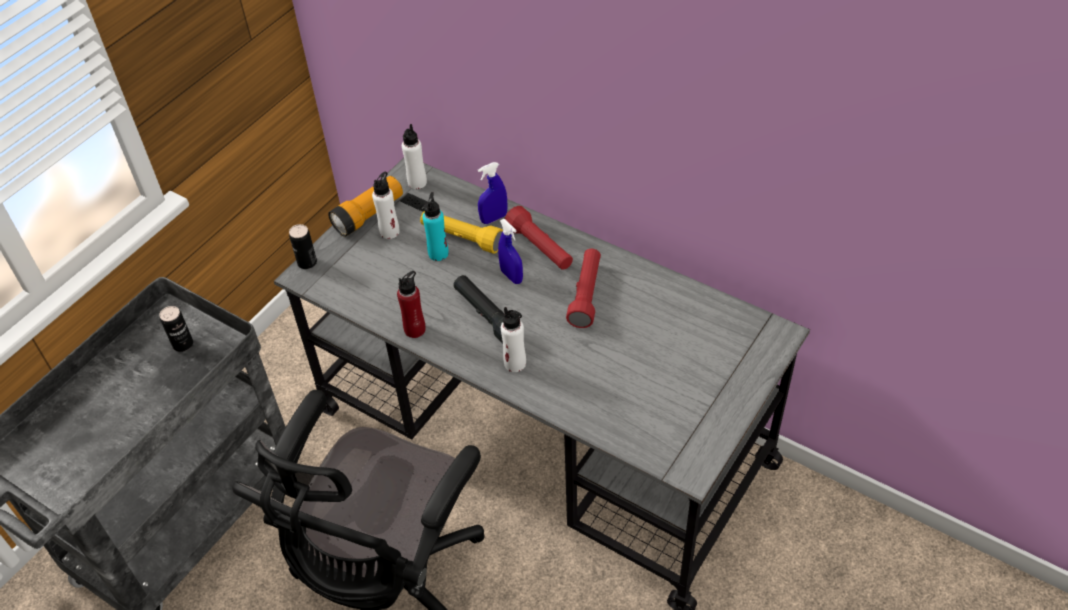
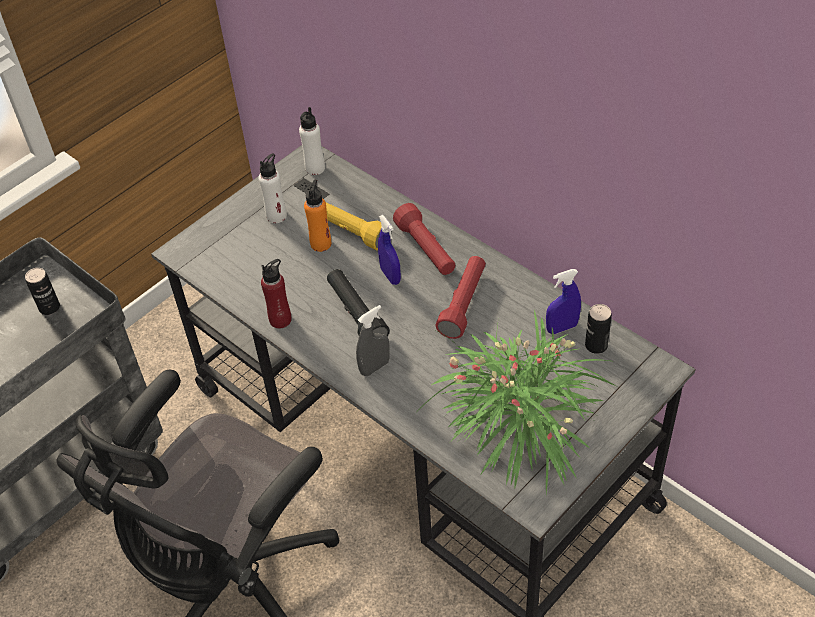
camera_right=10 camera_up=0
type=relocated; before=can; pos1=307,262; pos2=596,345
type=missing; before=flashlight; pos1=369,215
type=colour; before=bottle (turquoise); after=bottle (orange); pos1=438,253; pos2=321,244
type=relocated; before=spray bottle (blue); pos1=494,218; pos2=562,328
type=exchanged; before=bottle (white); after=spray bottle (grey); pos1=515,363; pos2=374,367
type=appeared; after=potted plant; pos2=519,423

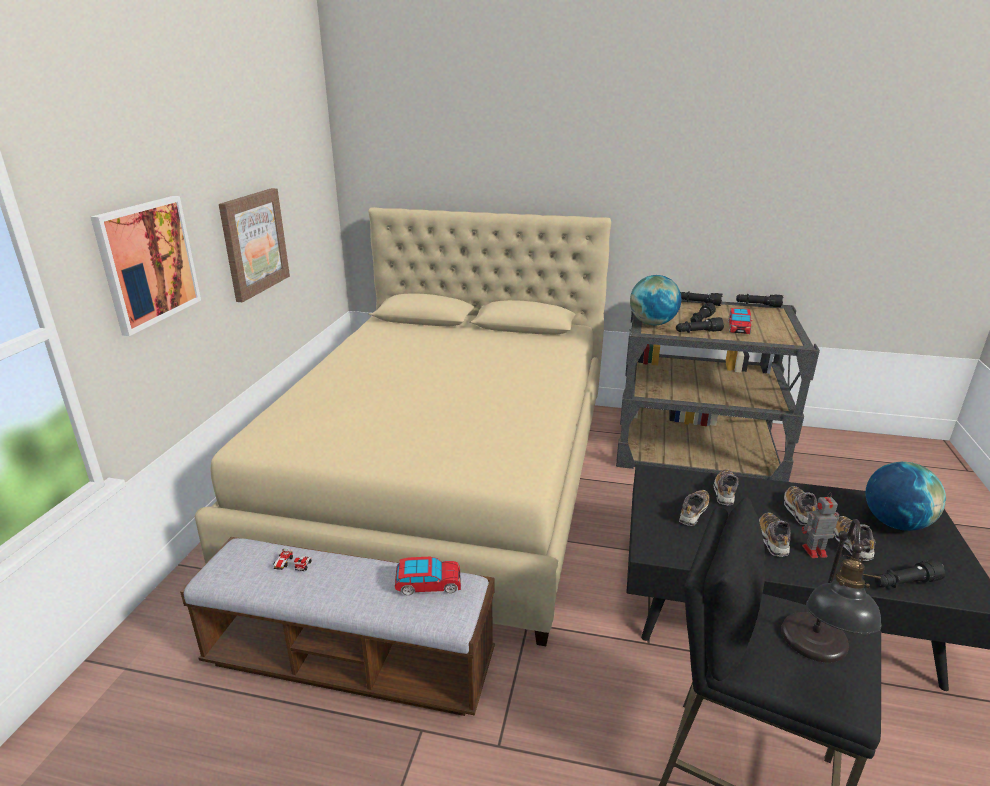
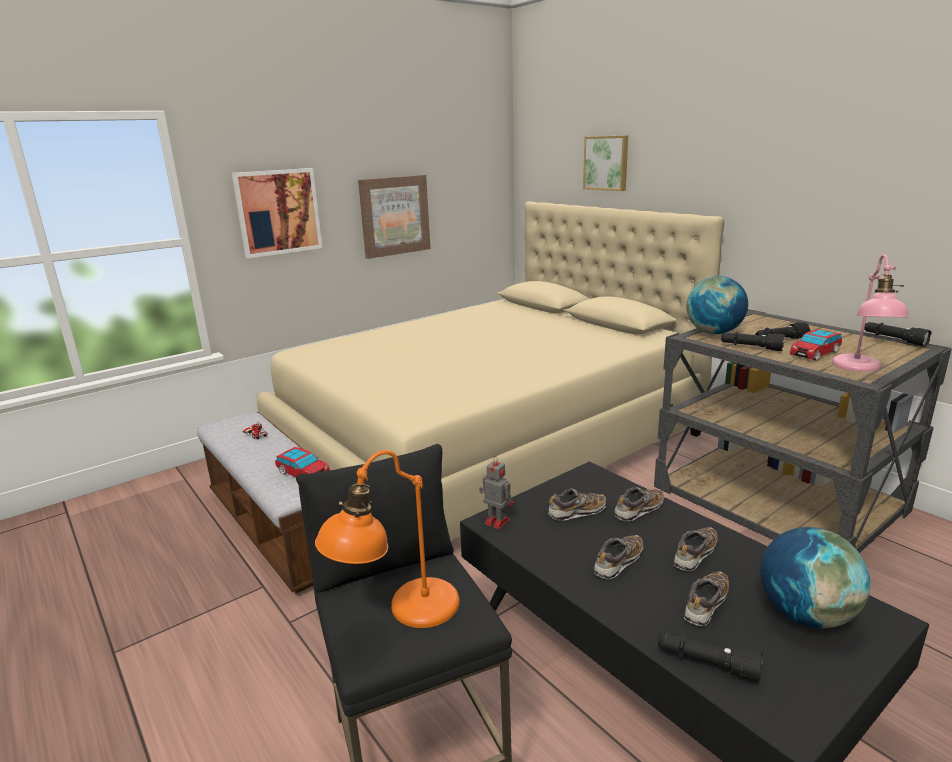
camera_right=40 camera_up=-5
type=missing; before=flashlight (black); pos1=698,303
type=colour; before=table lamp (grey); after=table lamp (orange); pos1=818,659; pos2=398,616
type=relocated; before=toy robot; pos1=813,551; pos2=496,521
type=appeared; after=picture; pos2=606,163
type=appeared; after=table lamp (pink); pos2=862,371

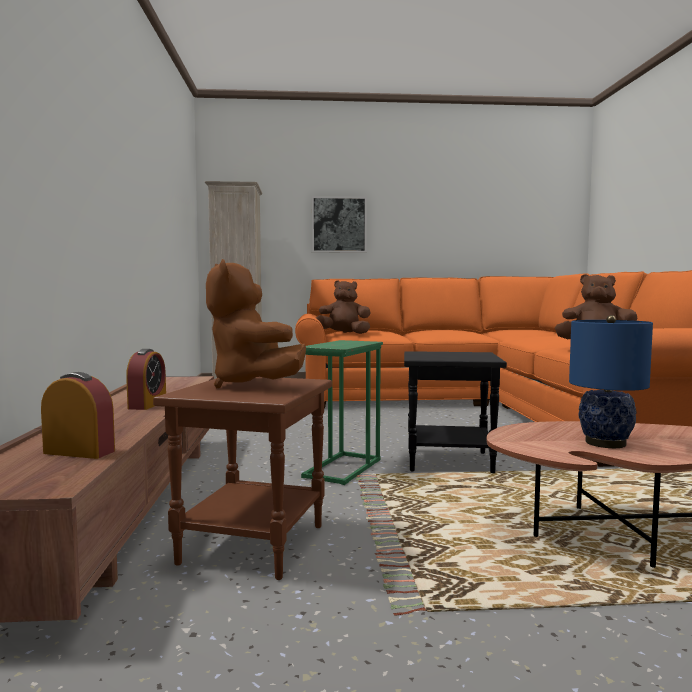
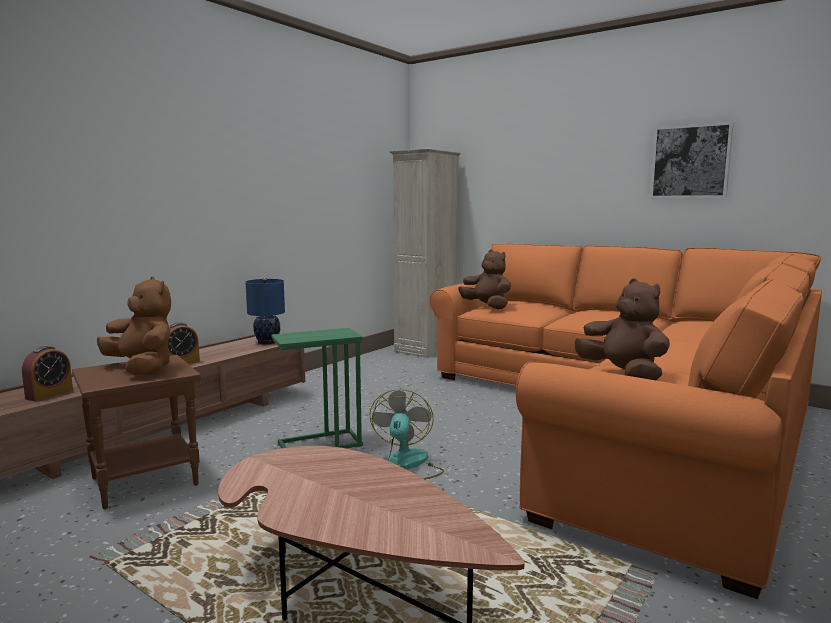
camera_right=40 camera_up=5
type=spun; before=alarm clock; pos1=79,452; pos2=49,394; turn=60
type=spun; before=plush toy (brown); pos1=252,385; pos2=142,369; turn=120
type=relocated; before=picture; pos1=339,224; pos2=690,161
type=exchanged; before=side table (black); after=fan; pos1=448,462; pos2=406,465
type=relocated; before=table lamp (blue); pos1=606,443; pos2=267,342

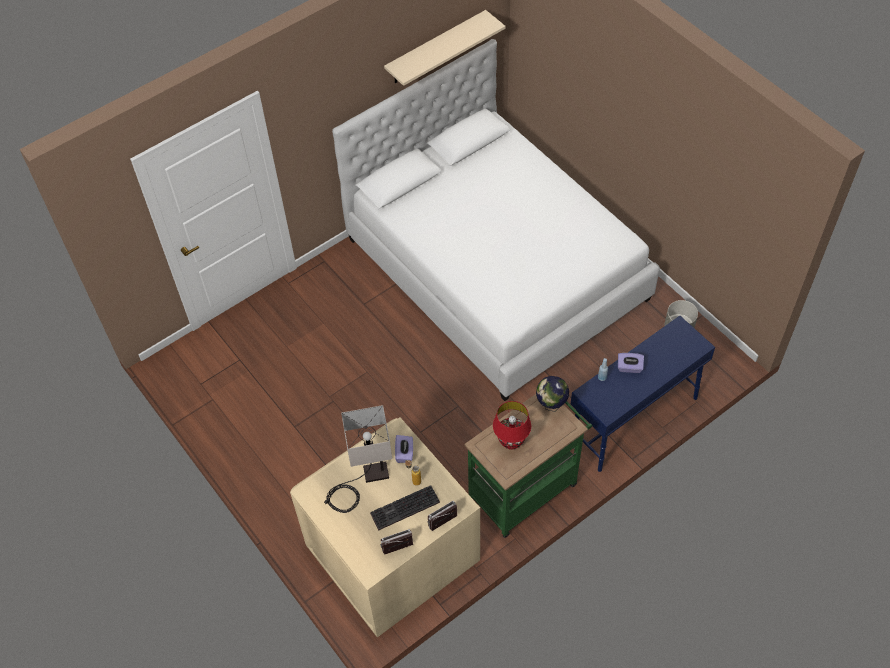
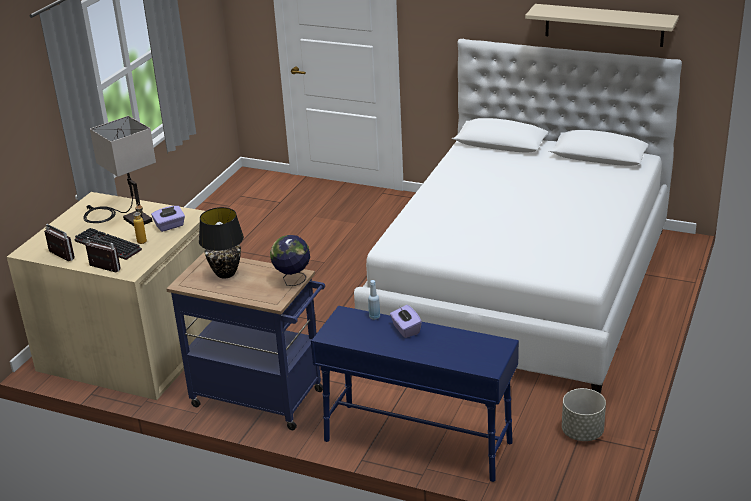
camera_right=60 camera_up=-25
type=colour; before=cart (green); after=cart (blue); pos1=525,490; pos2=261,399
type=colour; before=table lamp (red); after=table lamp (black); pos1=511,442; pos2=226,274

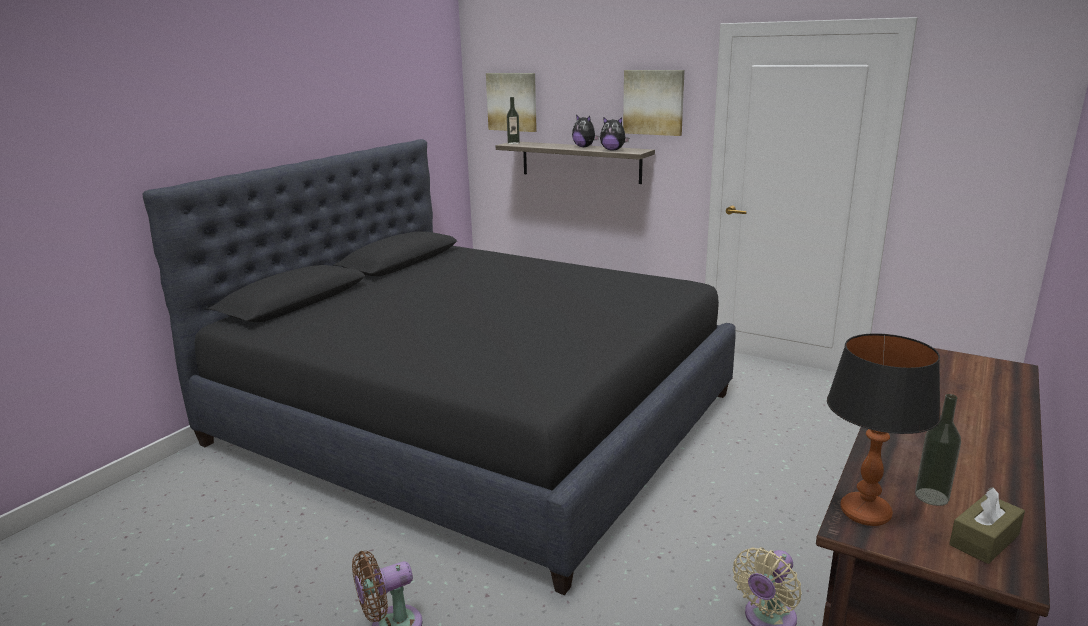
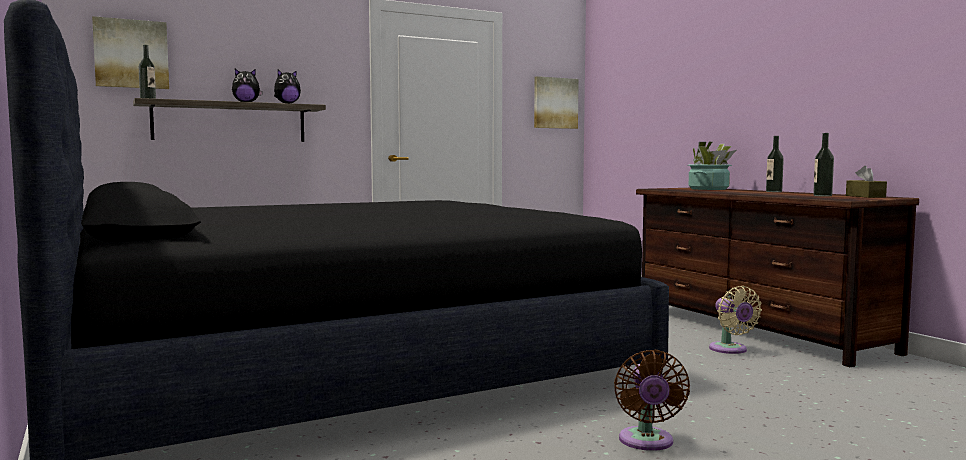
camera_right=-60 camera_up=-15
type=relocated; before=picture; pos1=653,102; pos2=555,103
type=missing; before=table lamp; pos1=866,513
type=appeared; after=potted plant; pos2=708,189
type=appeared; after=bottle; pos2=774,191

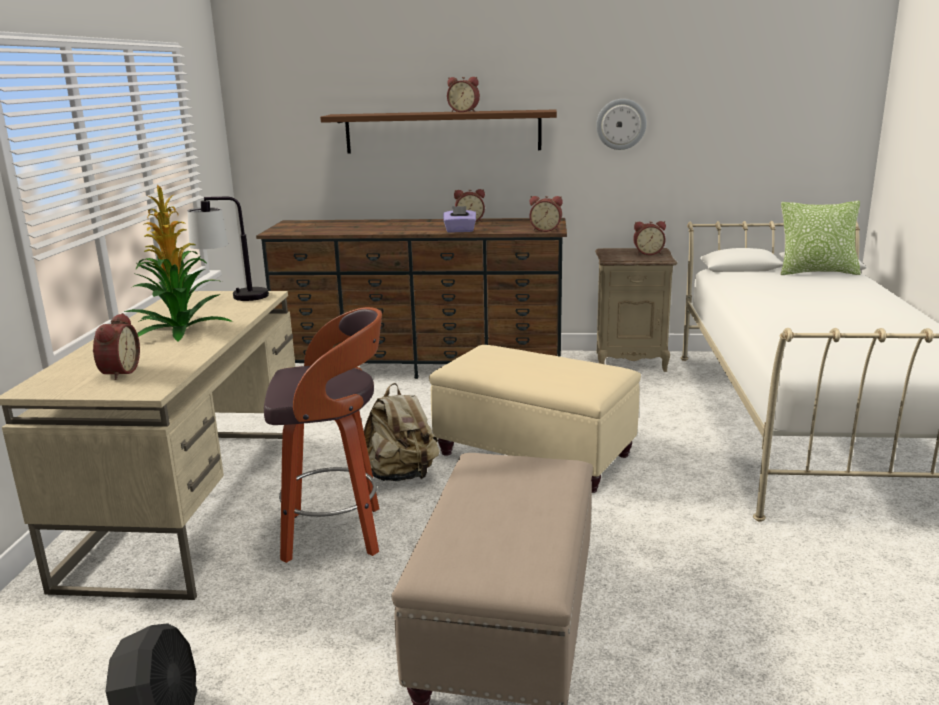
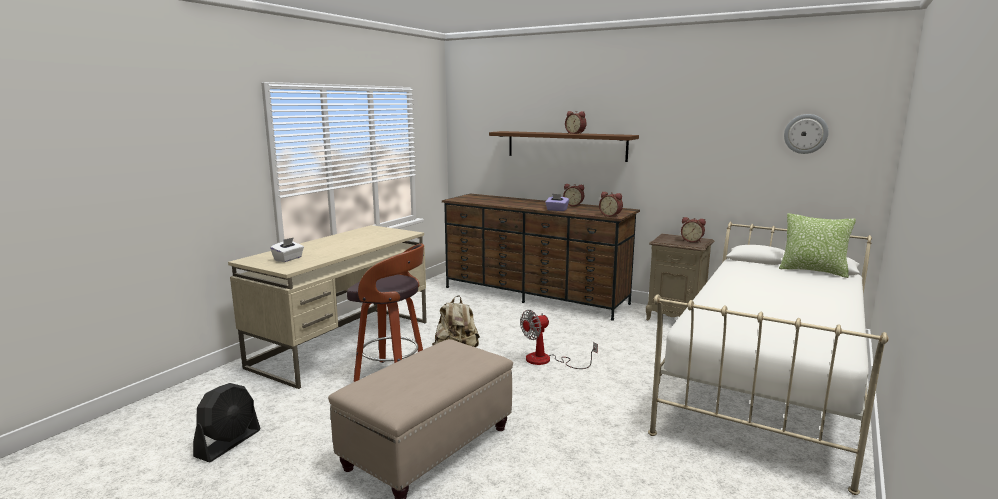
camera_right=25 camera_up=-5
type=exchanged; before=alarm clock; after=tissue box (white); pos1=118,372; pos2=288,259
type=missing; before=potted plant; pos1=179,329
type=missing; before=table lamp; pos1=234,299
type=exchanged; before=ottoman (beige); after=fan; pos1=535,454; pos2=547,360
type=relocated; before=wall clock; pos1=621,124; pos2=805,134

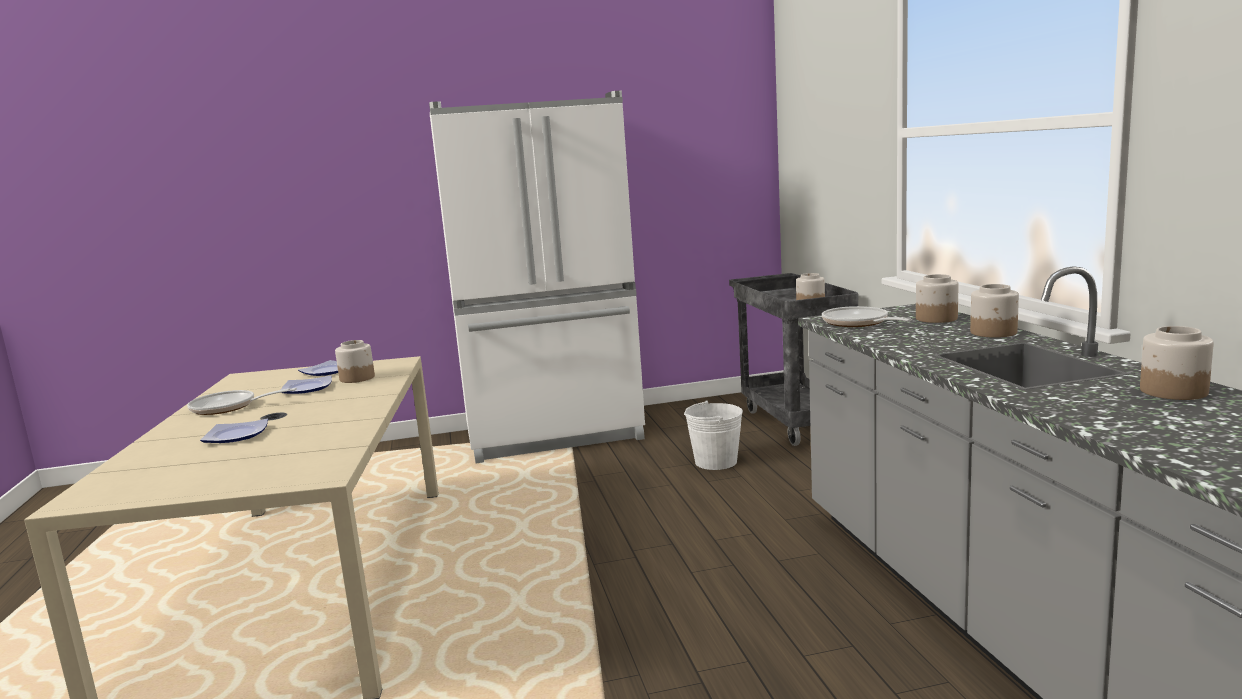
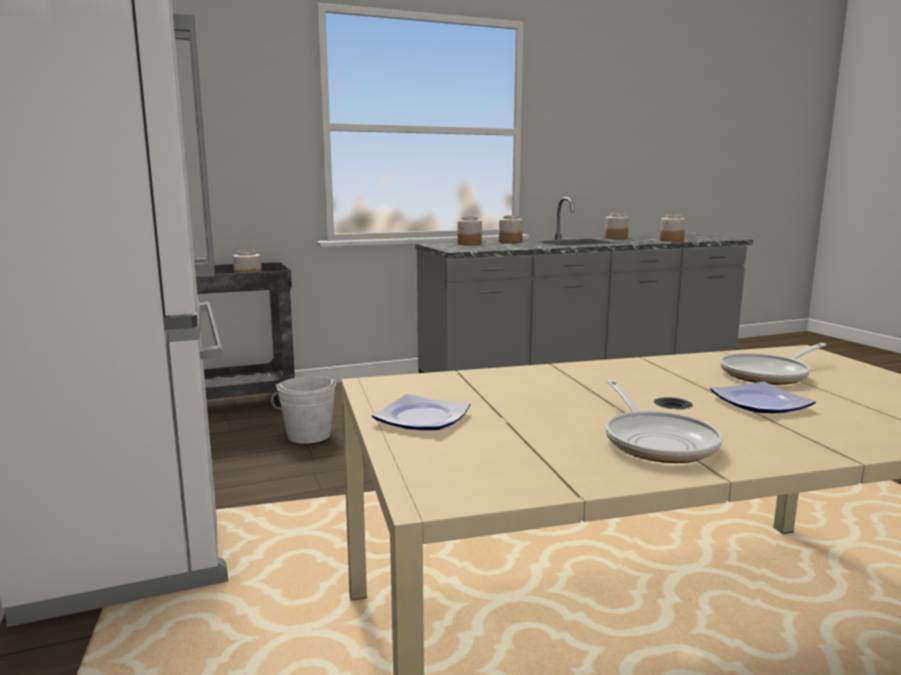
camera_right=-100 camera_up=0
type=missing; before=plate; pos1=306,388
type=relocated; before=jar; pos1=357,378; pos2=671,240
type=relocated; before=frying pan; pos1=858,323; pos2=768,374

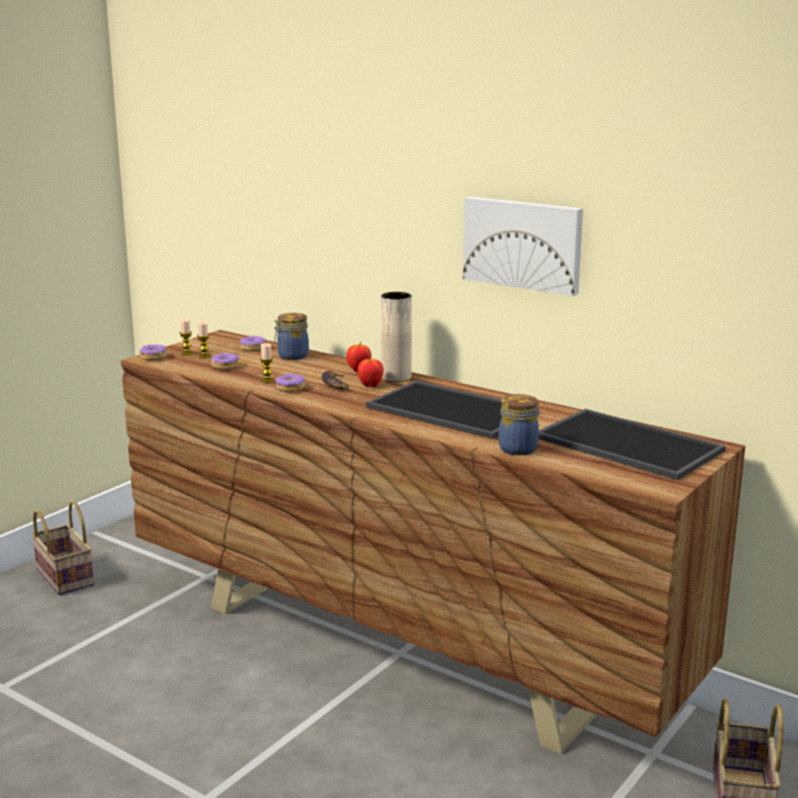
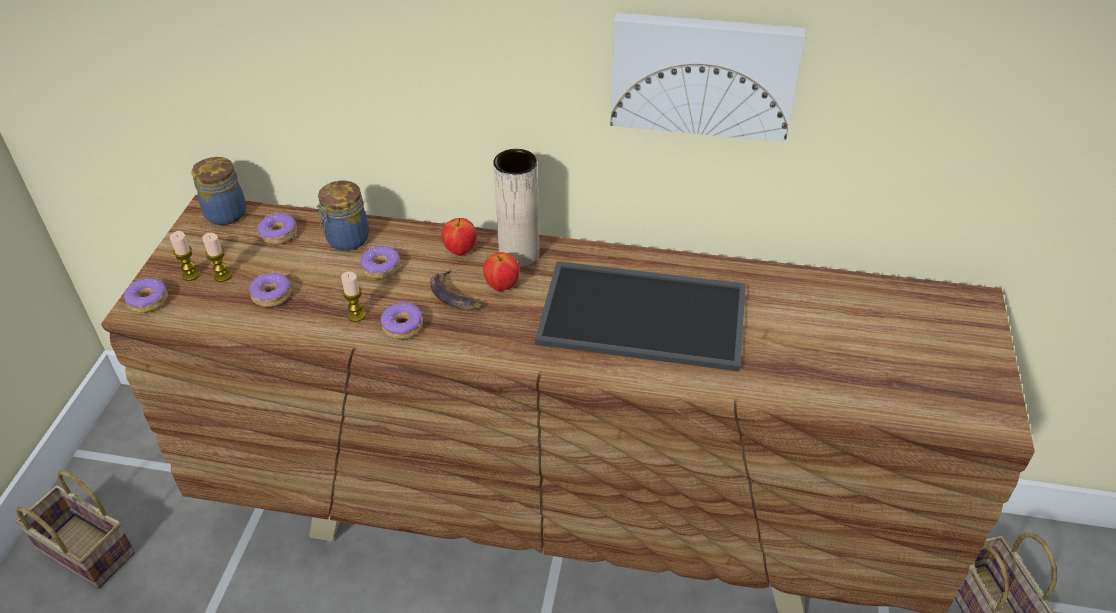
camera_right=-25 camera_up=25
type=relocated; before=jar; pos1=516,448; pos2=224,213
type=missing; before=tray; pos1=624,444
type=appeared; after=donut; pos2=381,268

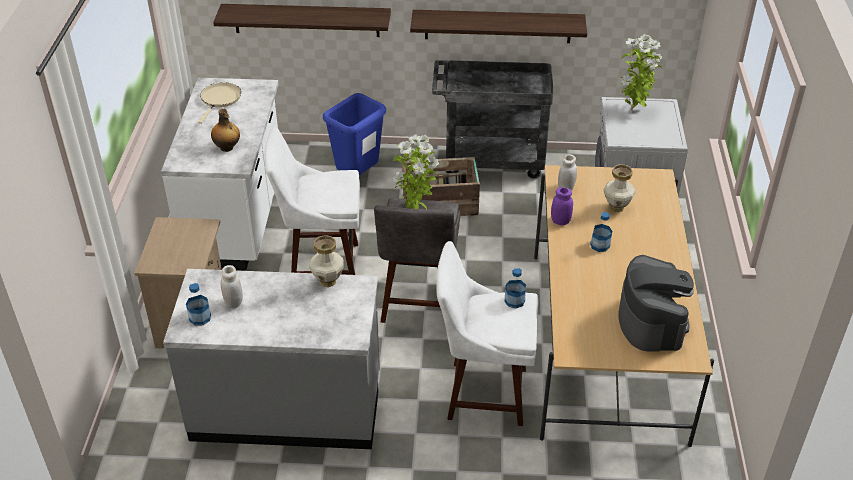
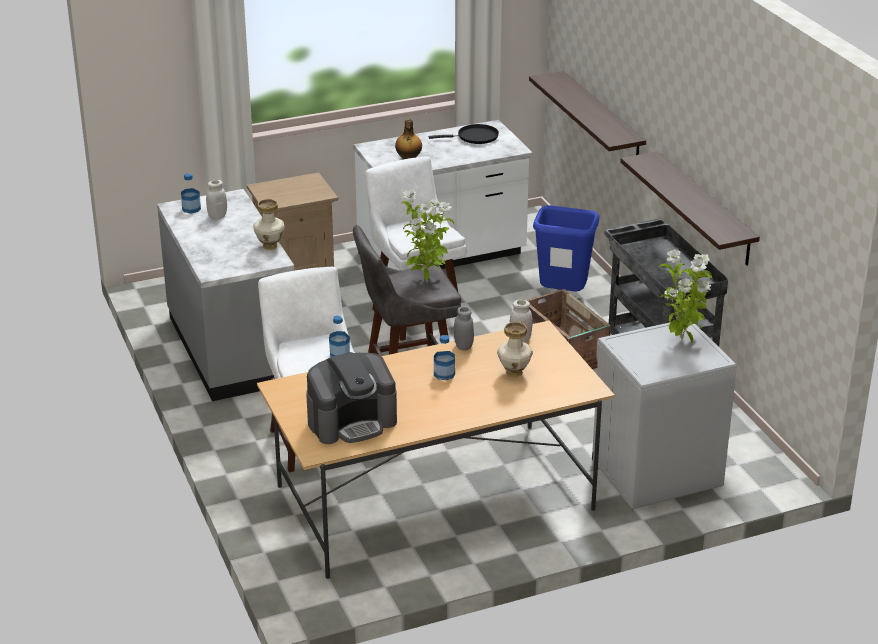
camera_right=65 camera_up=-10
type=colour; before=frying pan (beige); after=frying pan (black); pos1=220,99; pos2=475,137
type=colour; before=jar (purple); after=jar (grey); pos1=560,221; pos2=463,346

